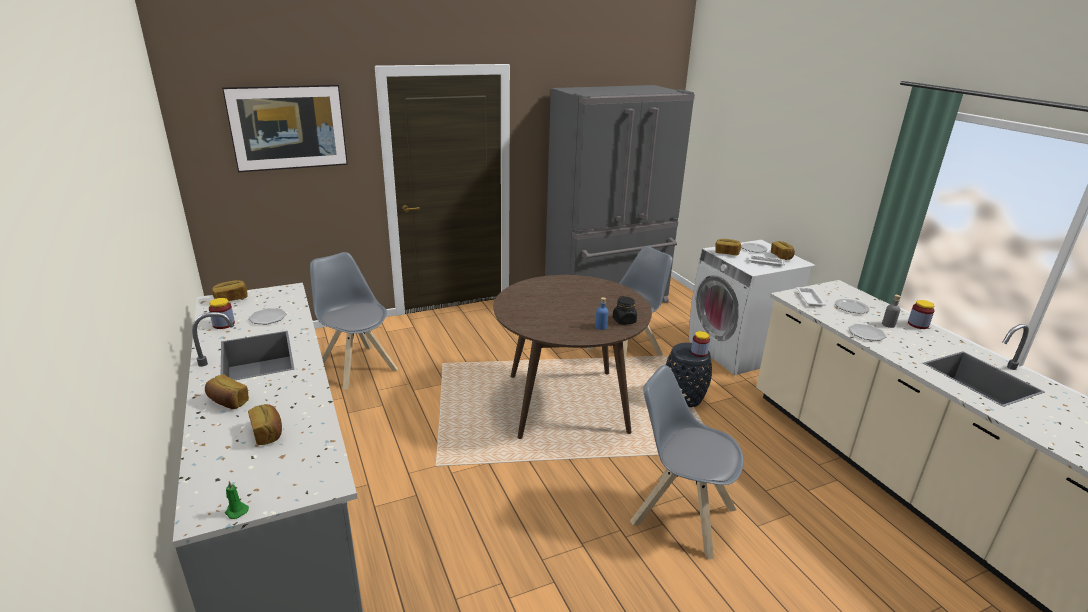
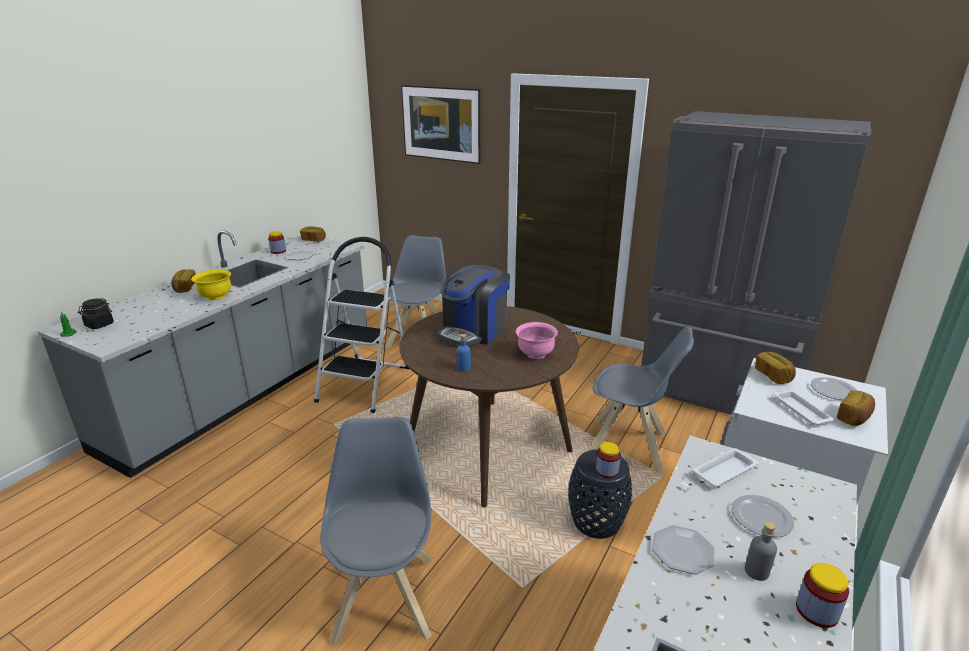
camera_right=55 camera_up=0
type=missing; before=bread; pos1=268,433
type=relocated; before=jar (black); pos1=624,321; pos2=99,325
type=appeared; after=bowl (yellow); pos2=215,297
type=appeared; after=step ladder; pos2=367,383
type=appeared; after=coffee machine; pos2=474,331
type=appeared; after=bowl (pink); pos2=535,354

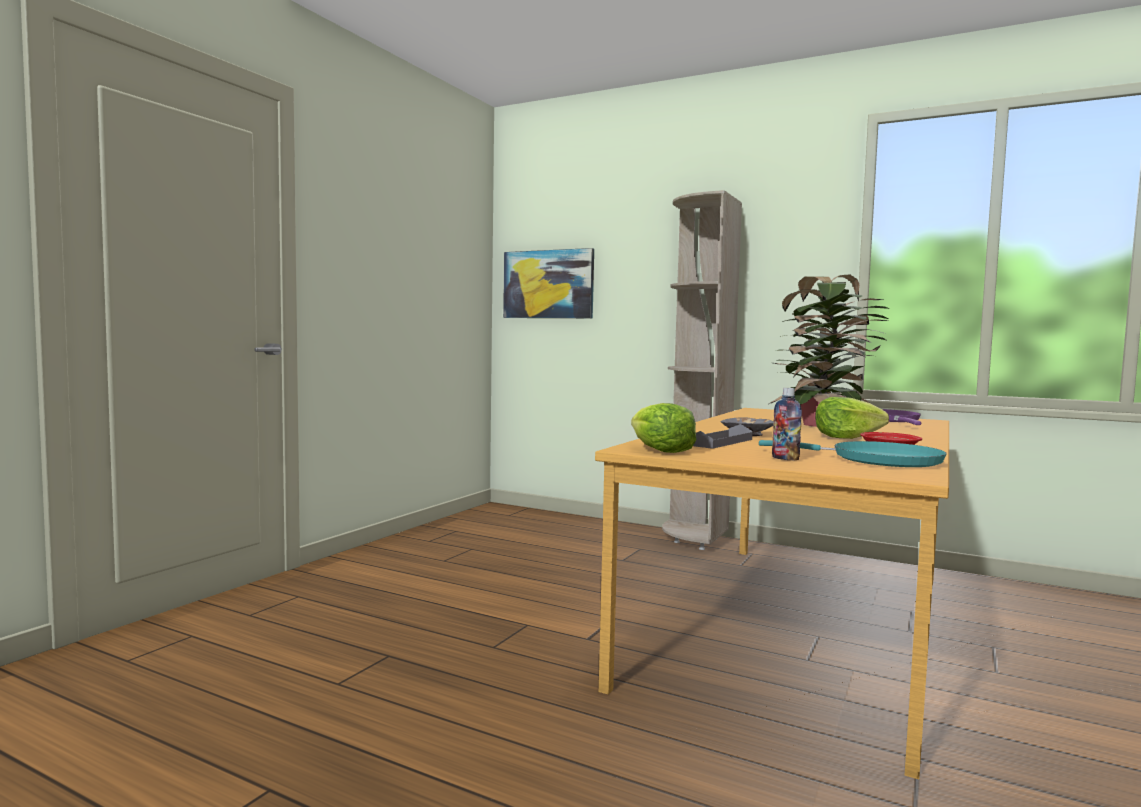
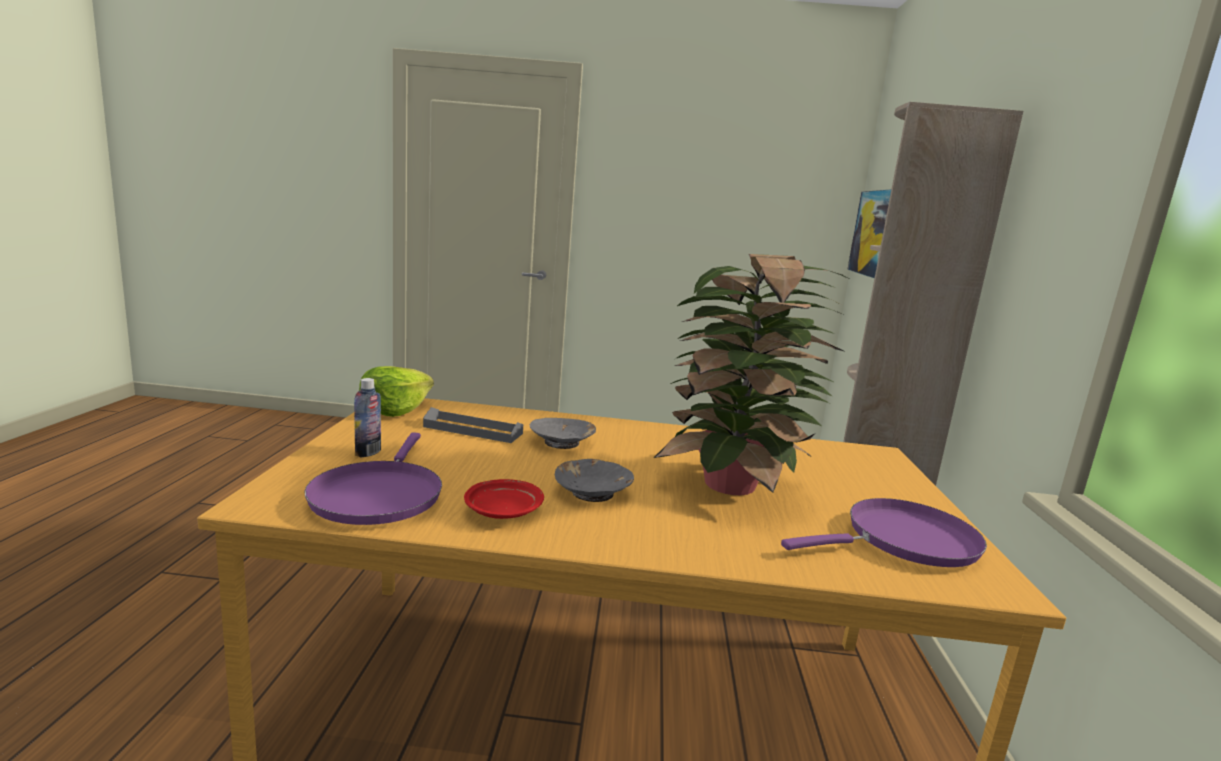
camera_right=65 camera_up=10
type=colour; before=frying pan (turquoise); after=frying pan (purple); pos1=878,460; pos2=378,495
type=exchanged; before=lettuce; after=bowl (grey); pos1=846,437; pos2=593,492

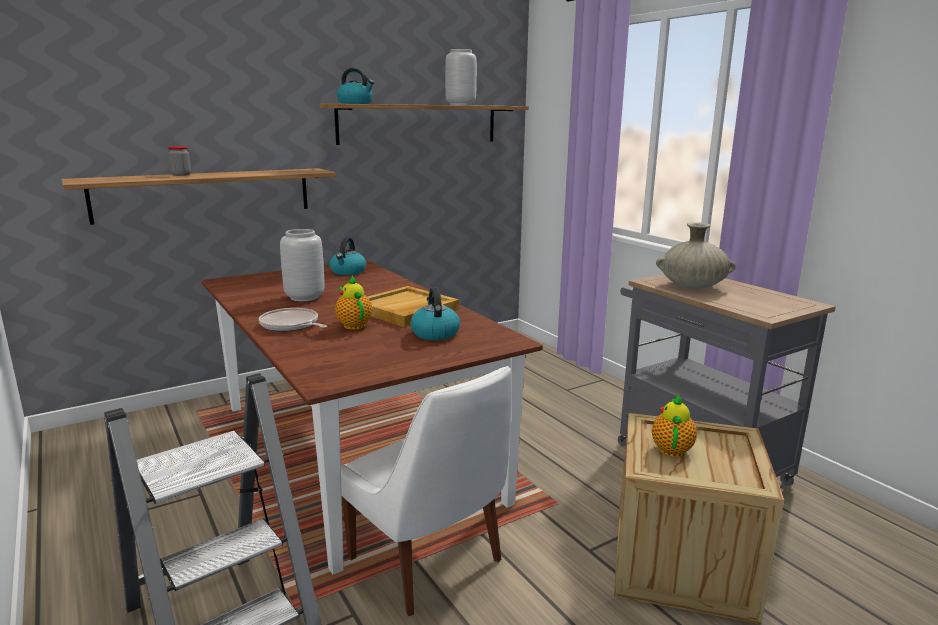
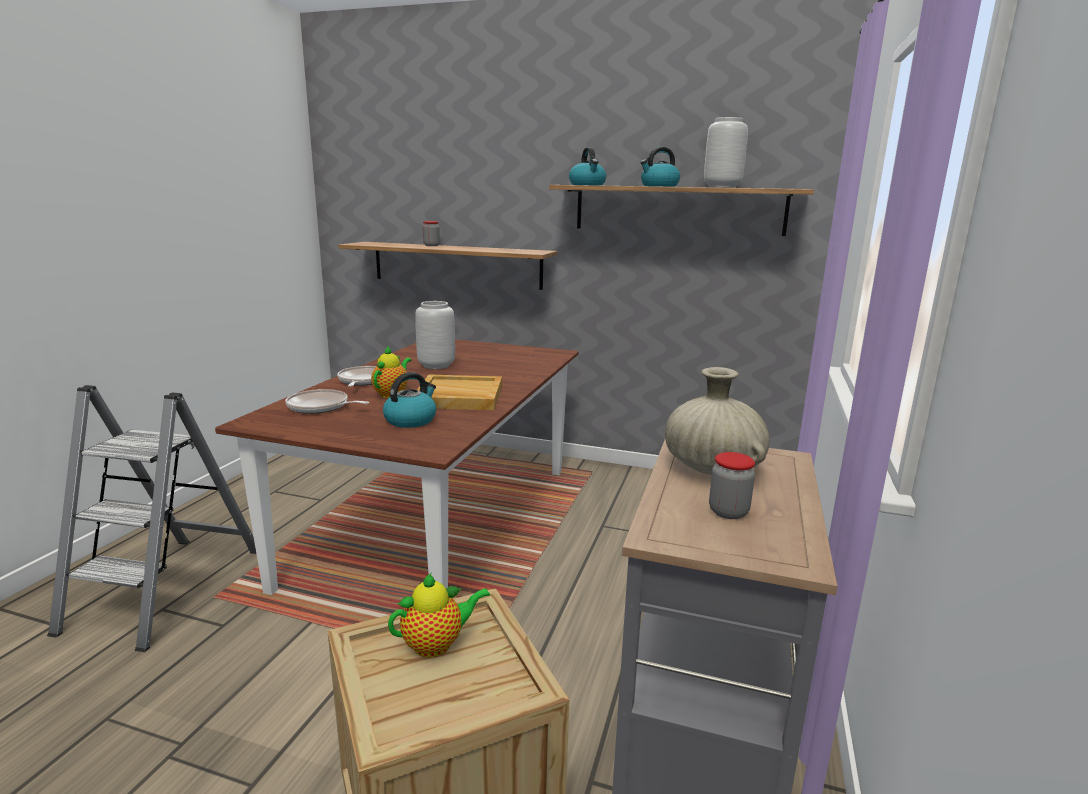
camera_right=50 camera_up=0
type=relocated; before=kettle; pos1=348,272; pos2=659,186
type=missing; before=chair (white); pos1=429,563
type=appeared; after=frying pan; pos2=320,407
type=appeared; after=jar; pos2=728,512

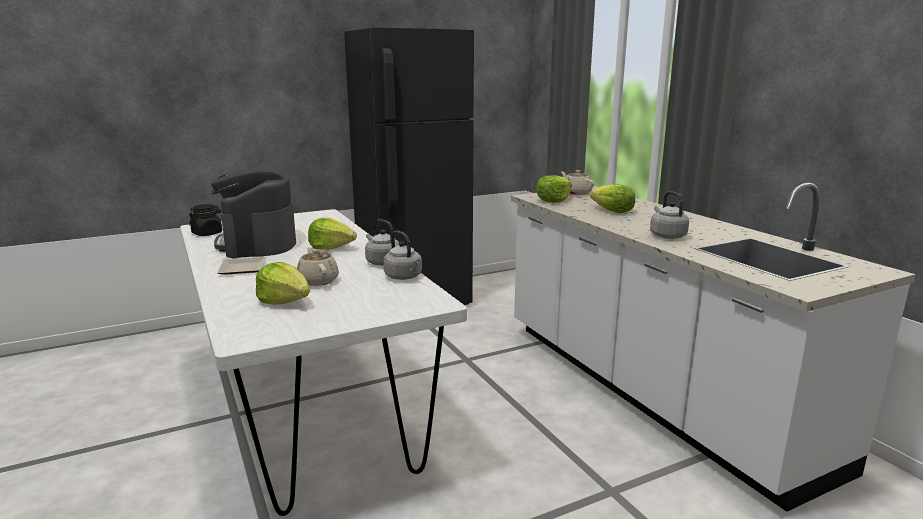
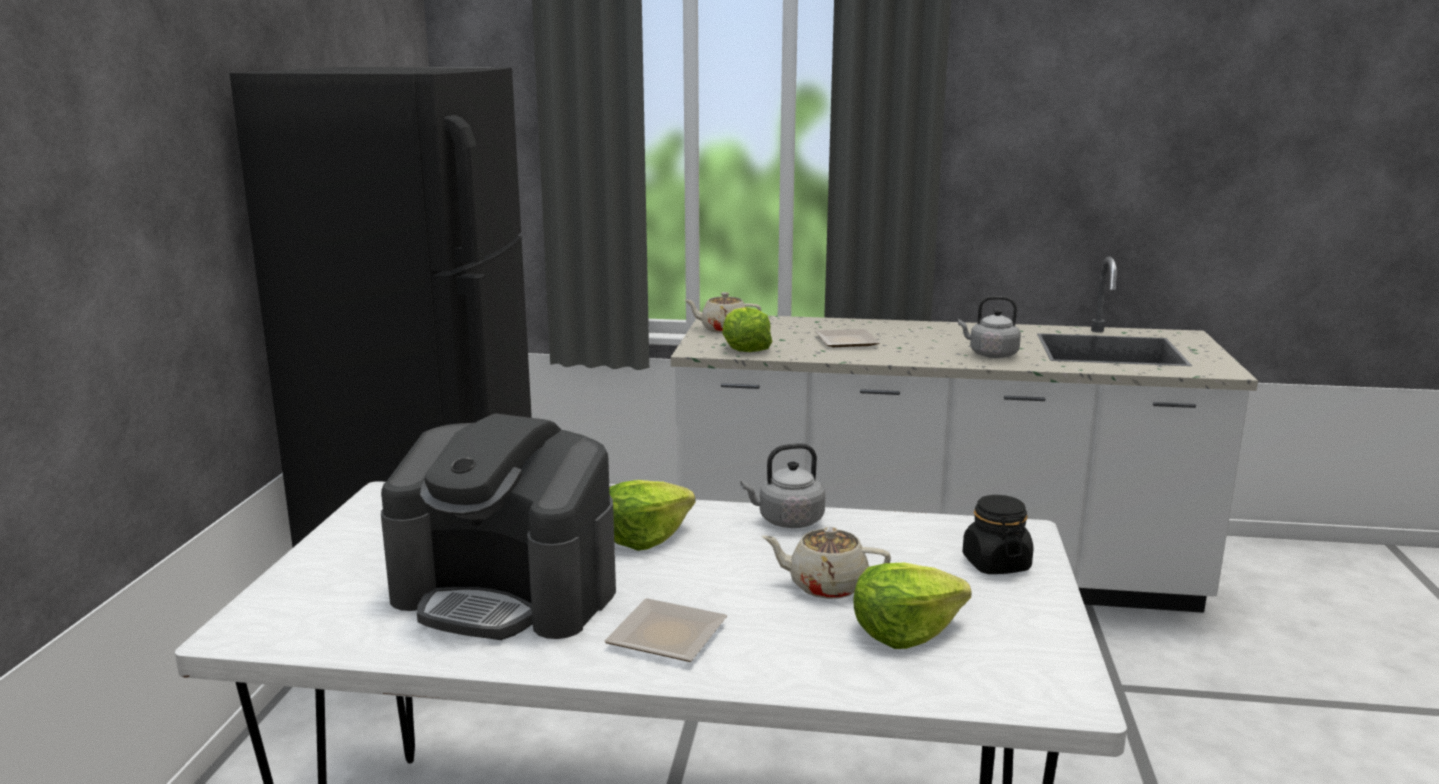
camera_right=-55 camera_up=0
type=relocated; before=jar (black); pos1=207,233; pos2=995,564
type=missing; before=kettle (grey); pos1=404,277
type=exchanged; before=lettuce; after=plate; pos1=612,211; pos2=849,342

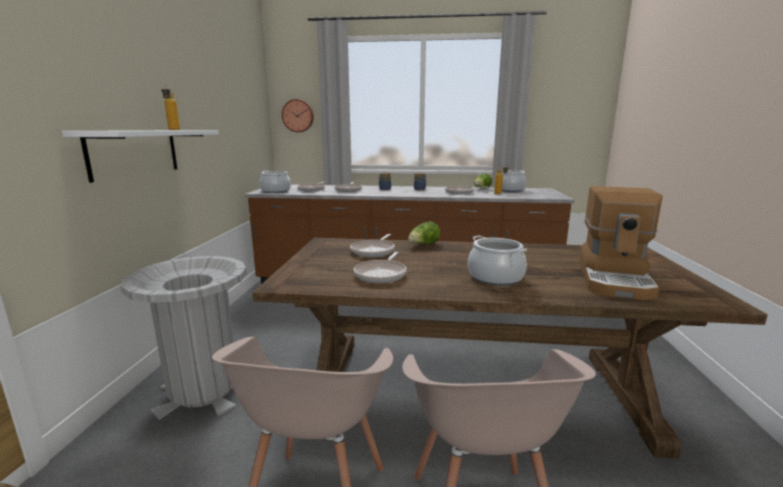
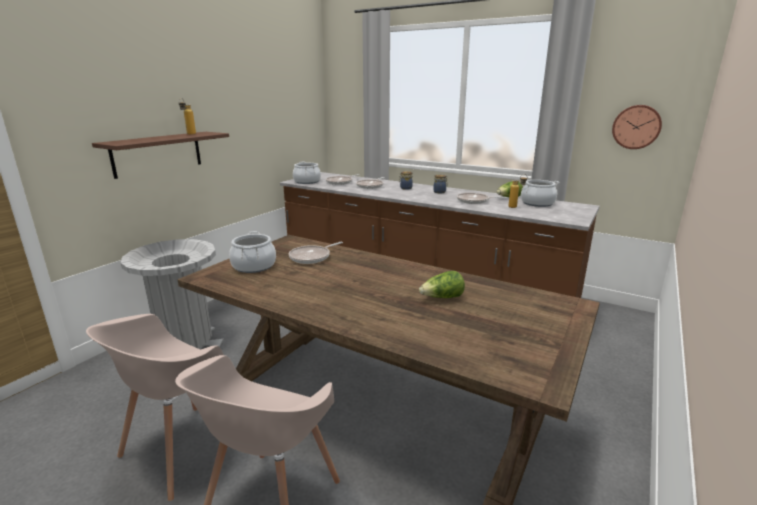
camera_right=25 camera_up=5
type=colour; before=shelf (white); after=shelf (brown); pos1=135,153; pos2=158,153
type=relocated; before=wall clock; pos1=298,116; pos2=636,127
type=missing; before=frying pan; pos1=381,274
type=relocated; before=lettuce; pos1=423,245; pos2=442,298
type=relocated; before=cooking pot; pos1=495,277; pos2=254,266
type=missing; before=coffee machine; pos1=615,279

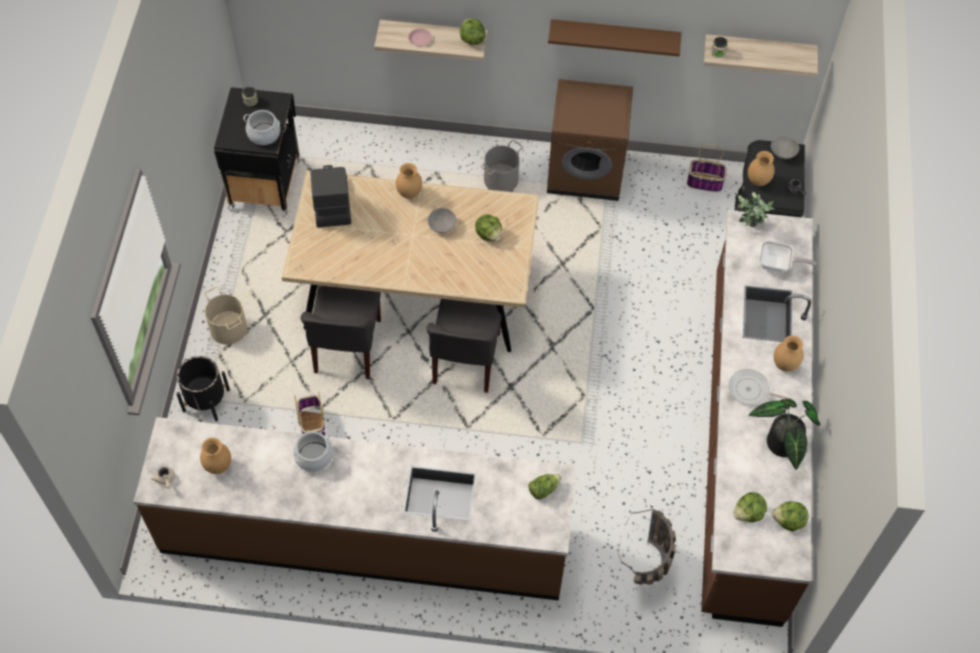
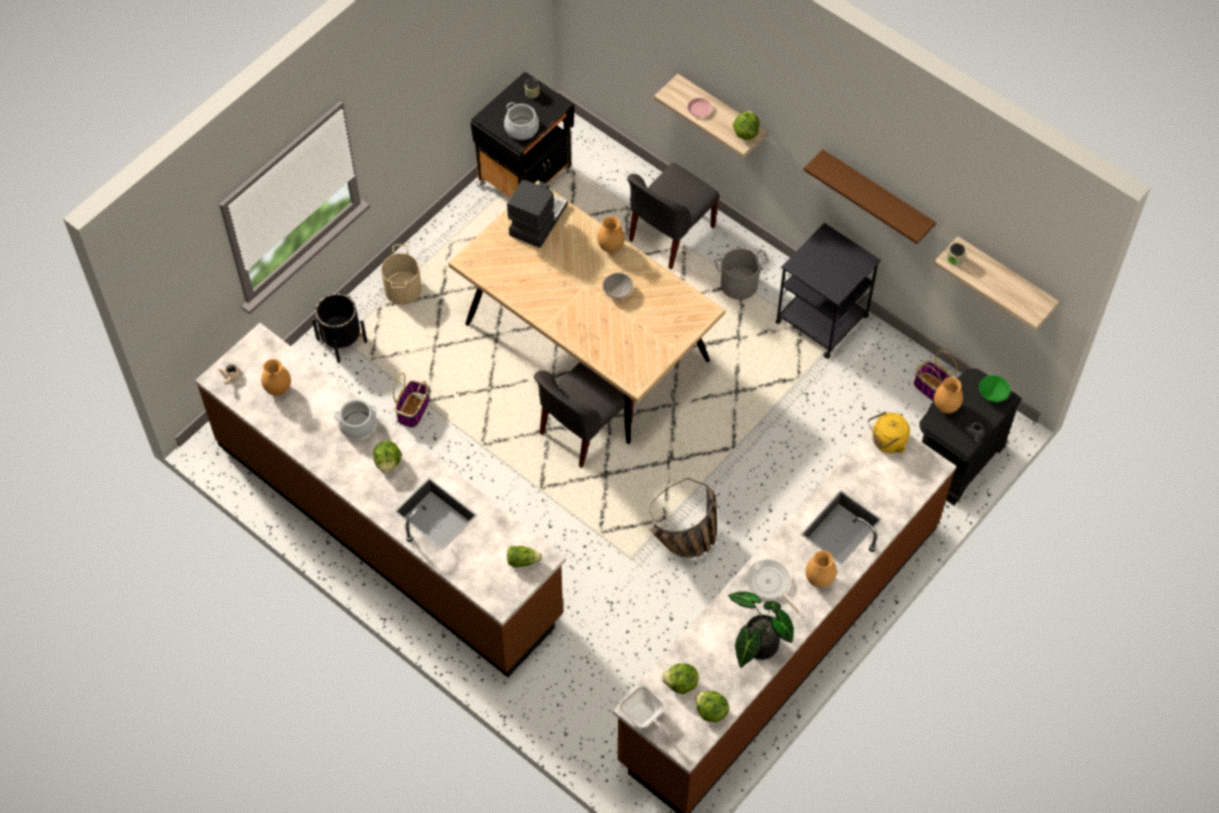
camera_right=35 camera_up=0
type=relocated; before=chair (grey); pos1=347,348; pos2=670,235
type=relocated; before=lettuce; pos1=489,234; pos2=388,463
type=exchanged; before=washing machine (brown); after=cart (black); pos1=585,174; pos2=822,321
type=relocated; before=basket; pos1=647,572; pos2=685,547
type=exchanged; before=potted plant; after=kettle (yellow); pos1=748,228; pos2=887,442
type=relocated; before=frying pan; pos1=777,265; pos2=644,717
type=colour; before=bowl (grey); after=bowl (green); pos1=783,153; pos2=992,394

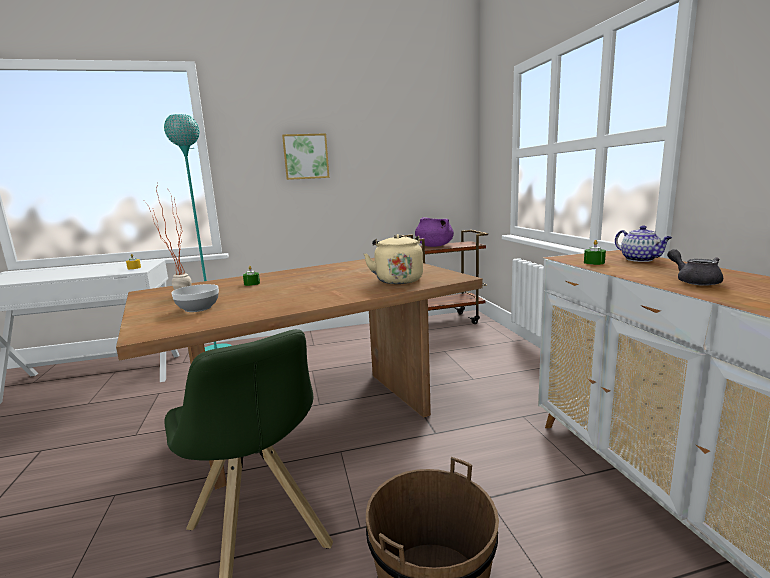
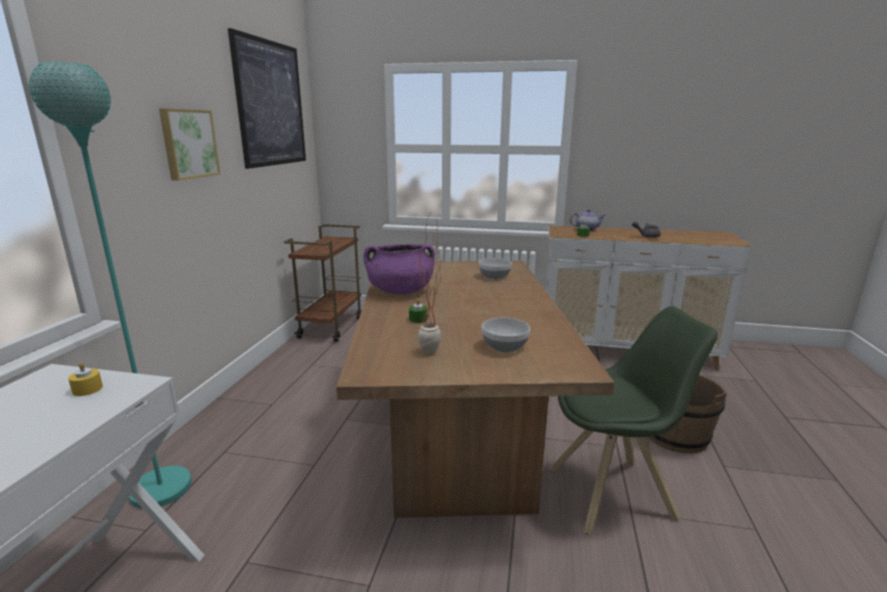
camera_right=-65 camera_up=5
type=exchanged; before=kettle (beige); after=bowl; pos1=398,280; pos2=494,276
type=relocated; before=cooking pot (purple); pos1=434,246; pos2=400,291
type=appeared; after=picture; pos2=271,104

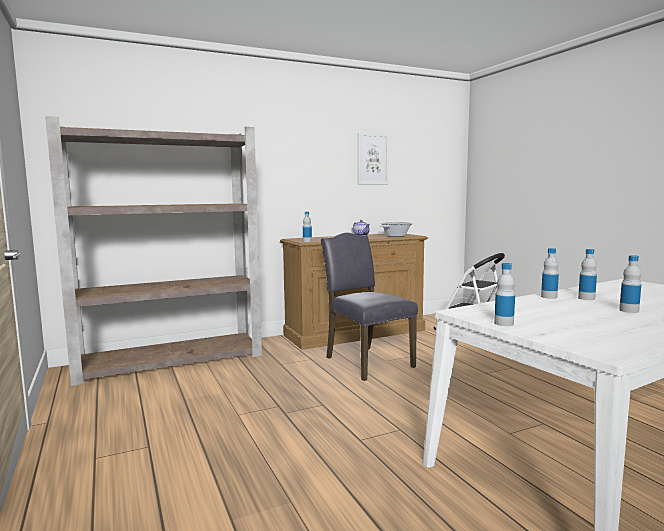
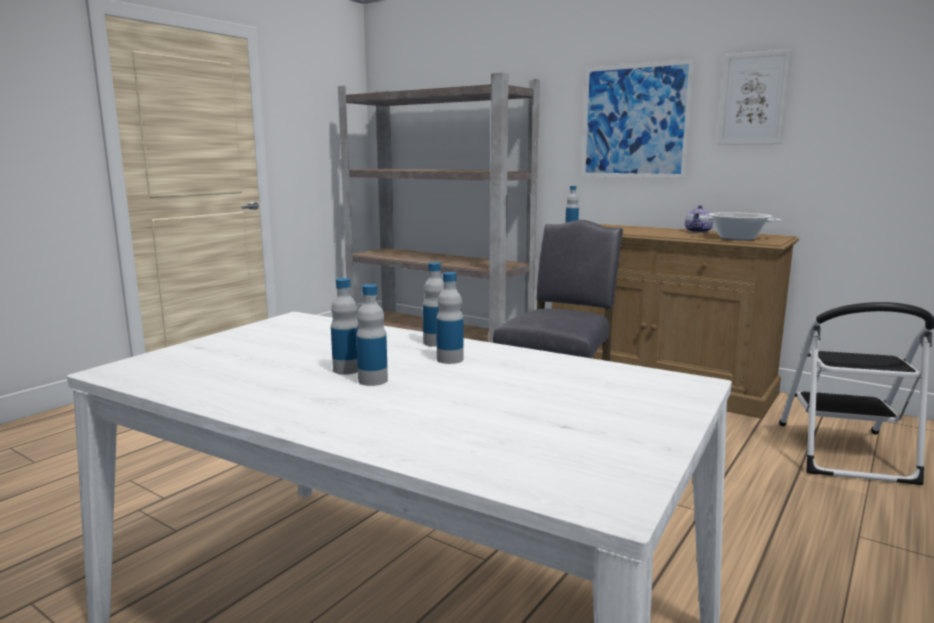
camera_right=60 camera_up=5
type=relocated; before=bottle; pos1=504,323; pos2=347,369
type=appeared; after=picture; pos2=634,121

